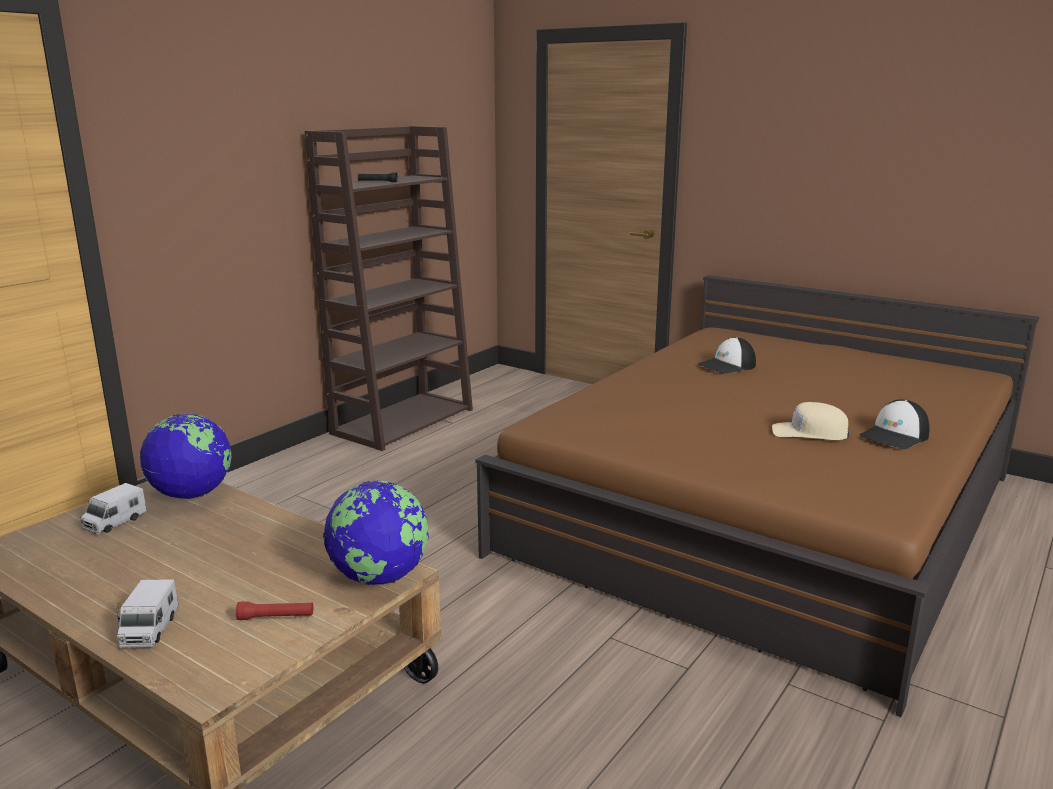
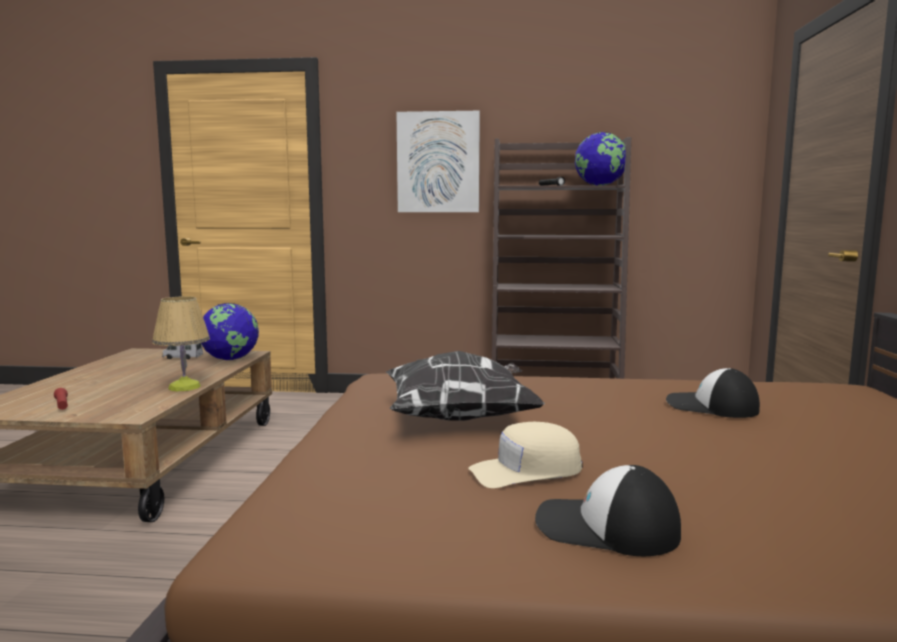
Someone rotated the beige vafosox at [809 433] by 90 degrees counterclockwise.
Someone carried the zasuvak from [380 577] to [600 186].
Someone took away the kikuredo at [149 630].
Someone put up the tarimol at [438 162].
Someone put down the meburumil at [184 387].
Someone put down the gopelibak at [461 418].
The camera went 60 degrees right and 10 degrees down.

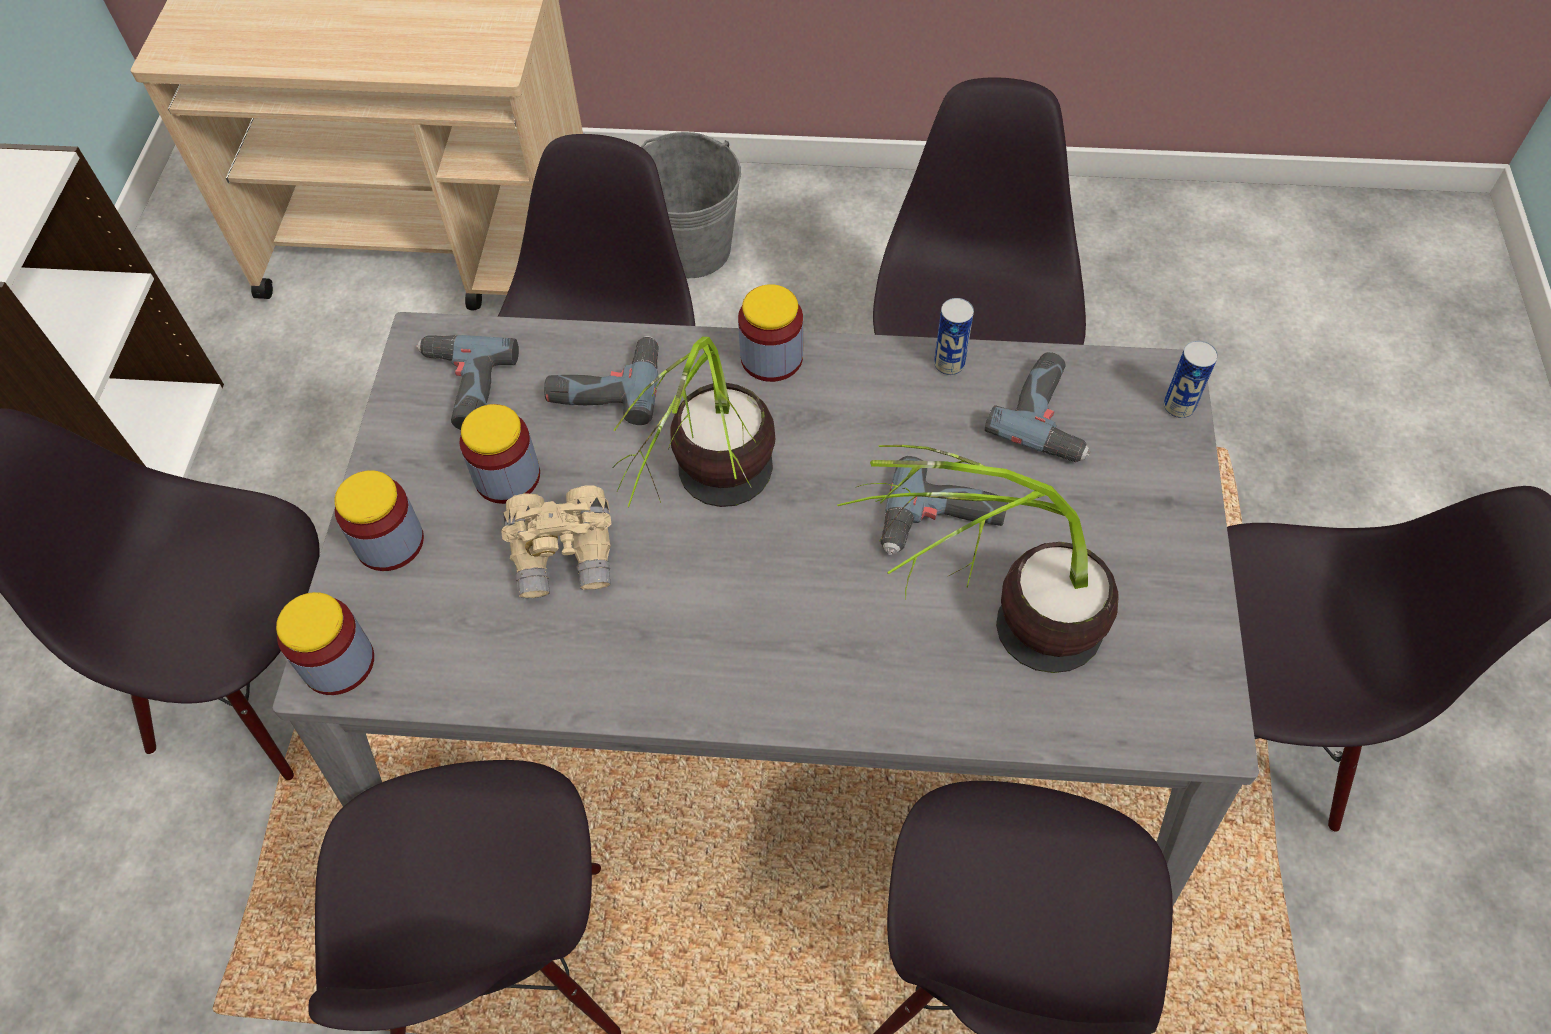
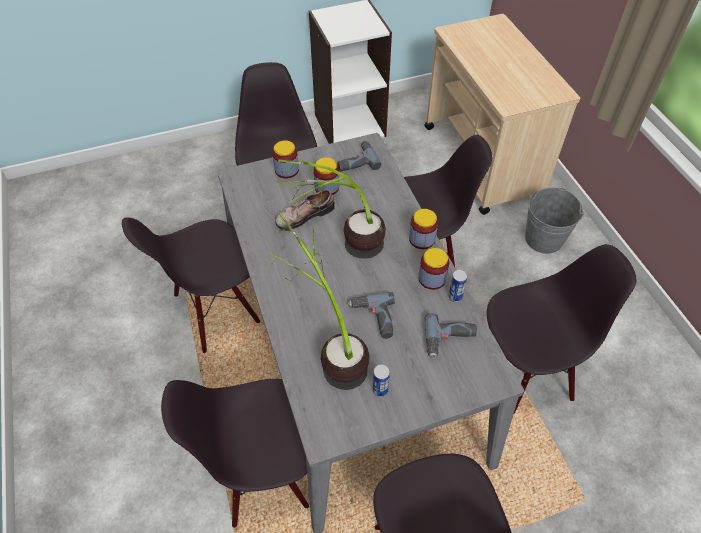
Someone took away the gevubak at [606 384].
Someone carried the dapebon from [1178 406] to [380 390].
Someone swapped the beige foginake at [565 555] for the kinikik at [304 214].
Someone carried the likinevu from [338 662] to [432 278].
The camera went 65 degrees right and 5 degrees down.

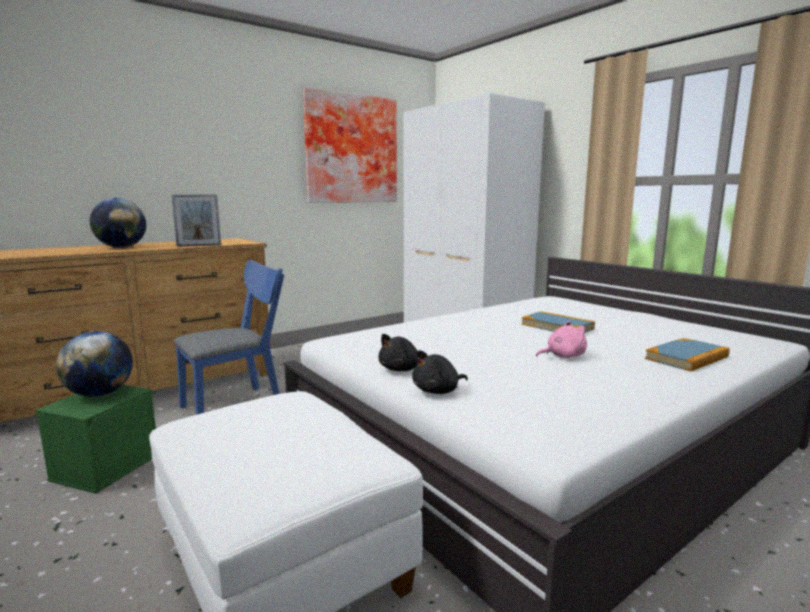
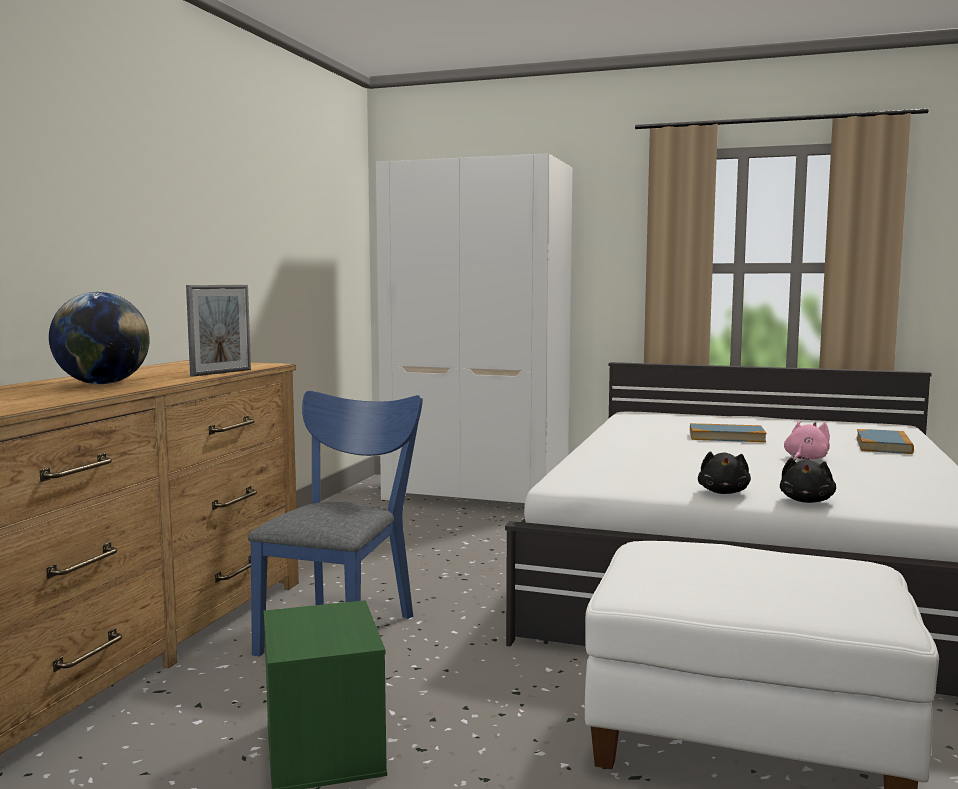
Someone took away the tarimol at [350 149].
Someone took away the zasuvak at [100 394].
The camera went 35 degrees left and 5 degrees down.

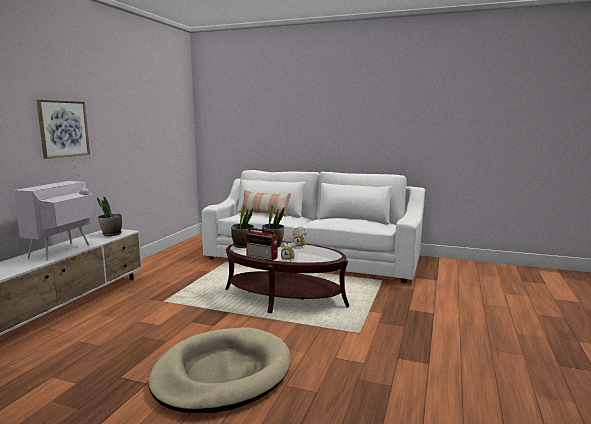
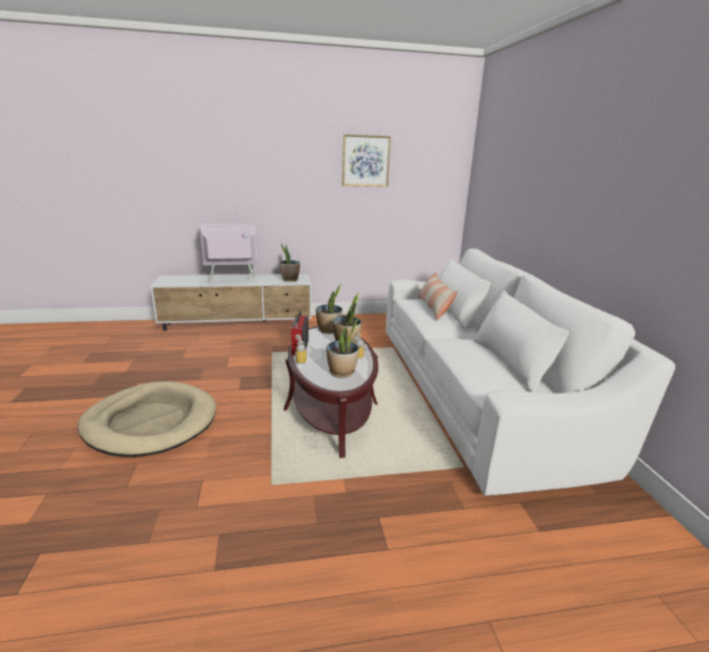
Someone carried the tarimol from [63 129] to [365 161].
Someone put down the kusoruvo at [342 372].
The camera went 60 degrees right and 10 degrees up.

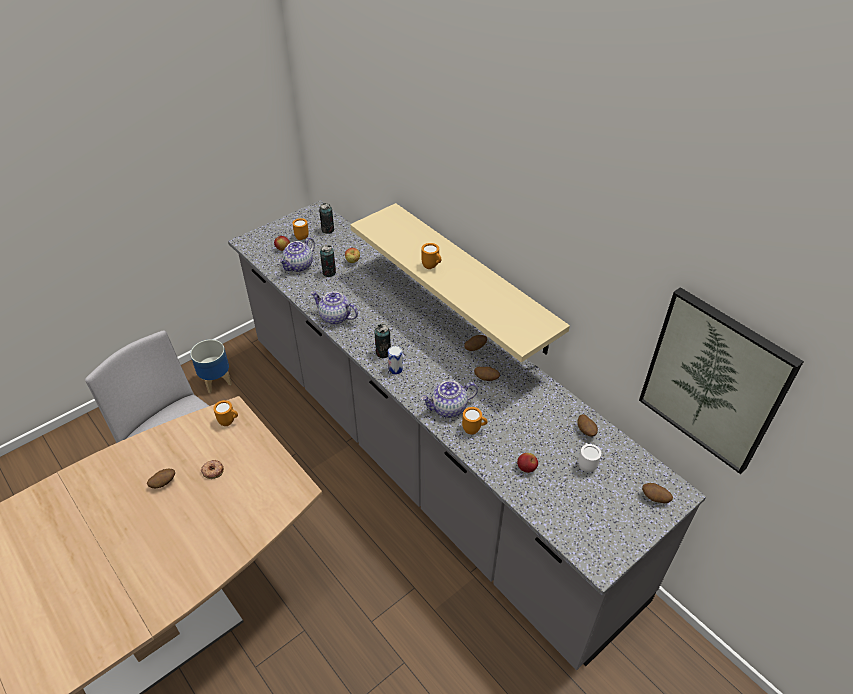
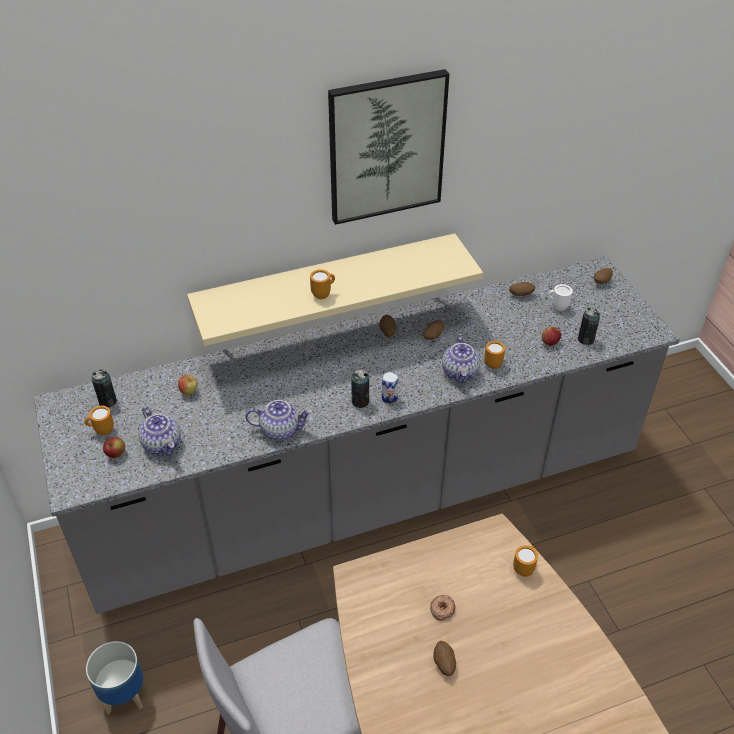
Someone carried the dapebon from [329 273] to [585 339].
Someone carried the tarimol from [714 380] to [386 147].
Someone rotated the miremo at [335 317] by 135 degrees counterclockwise.
Someone carried the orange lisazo from [229 422] to [524 568].
The camera went 70 degrees left and 0 degrees up.

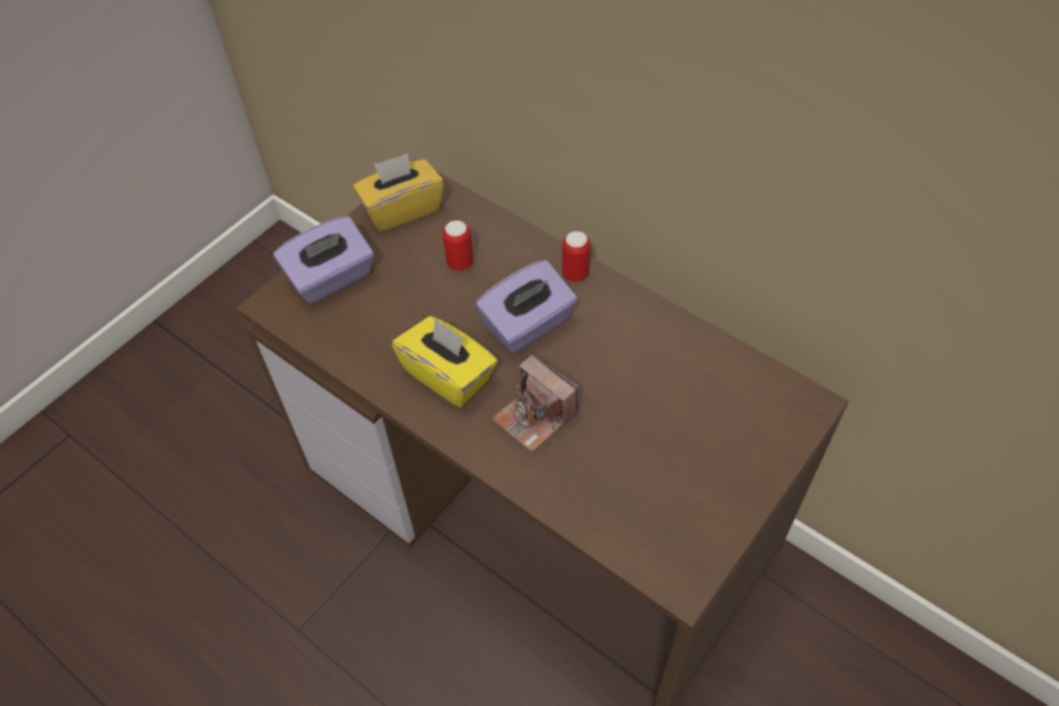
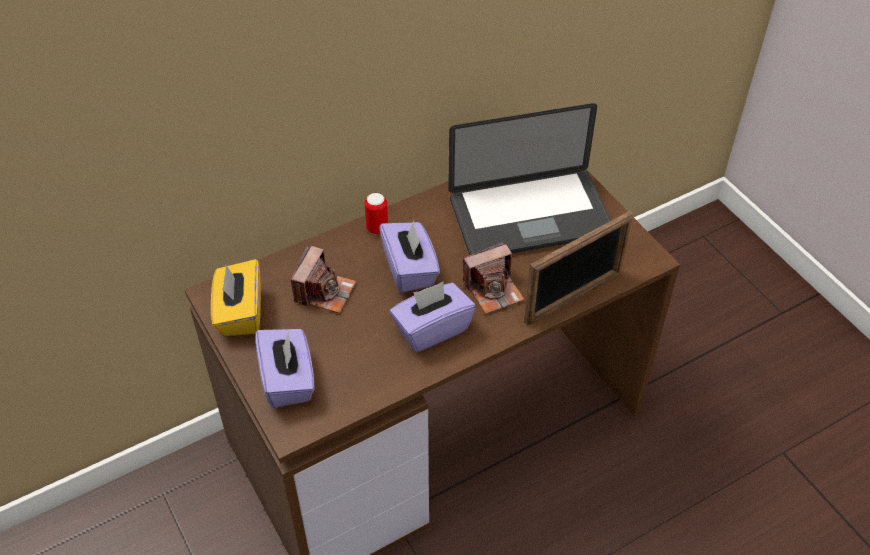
Someone swapped the dapebon at [460 263] for the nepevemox at [324 292].
Someone repainted the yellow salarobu at [448 375], which became the purple salarobu at [432 329].
Someone put down the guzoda at [530 216].
Someone put down the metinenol at [573 297].
The camera went 70 degrees left and 5 degrees down.

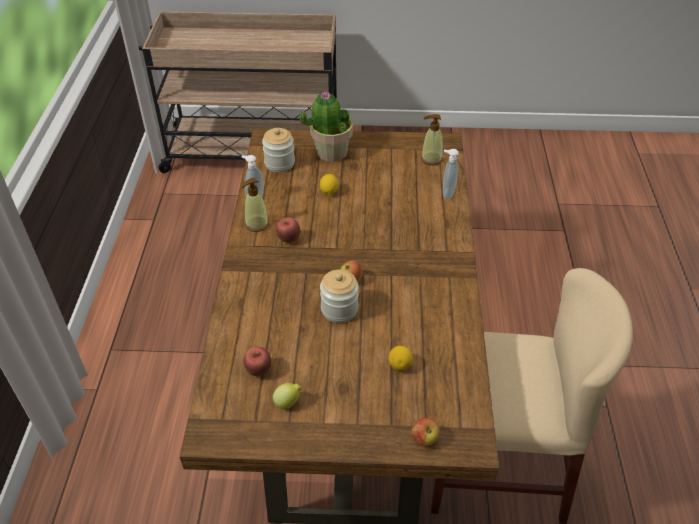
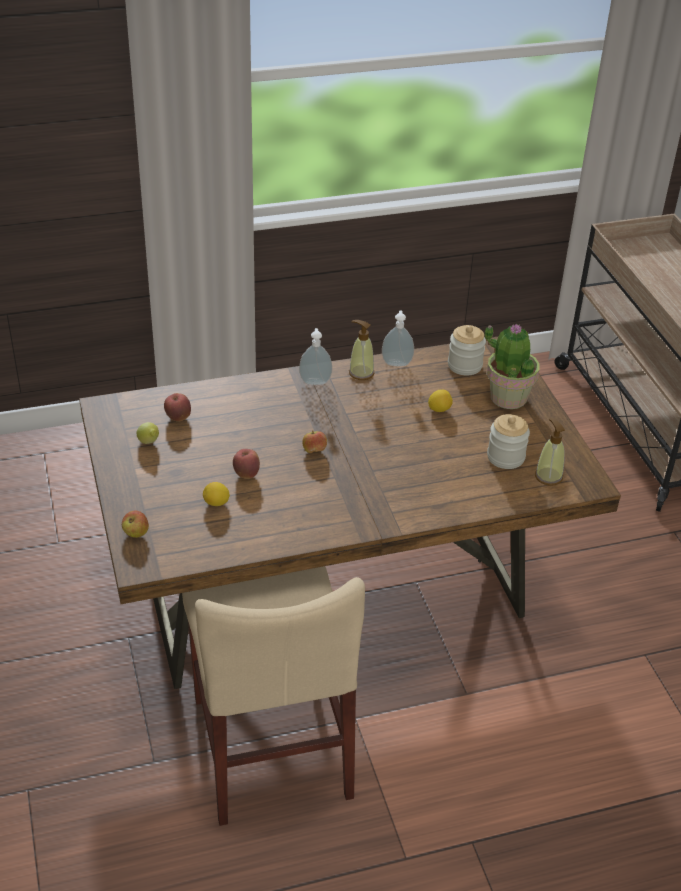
Someone carried the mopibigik from [447 193] to [315 381].
Someone carried the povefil from [289 239] to [246 474].
Someone carried the likinevu from [339 309] to [505 457].
The camera went 70 degrees right and 5 degrees down.

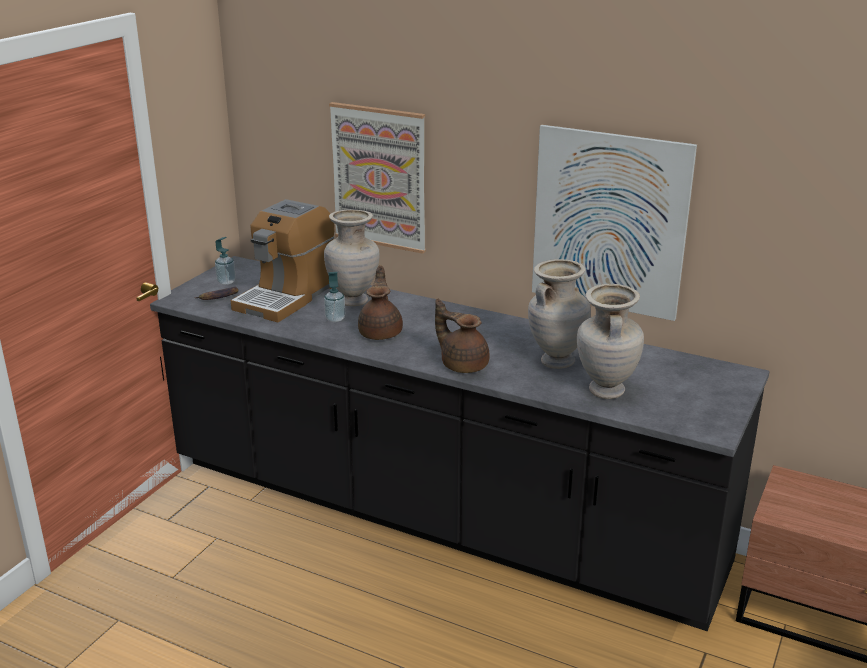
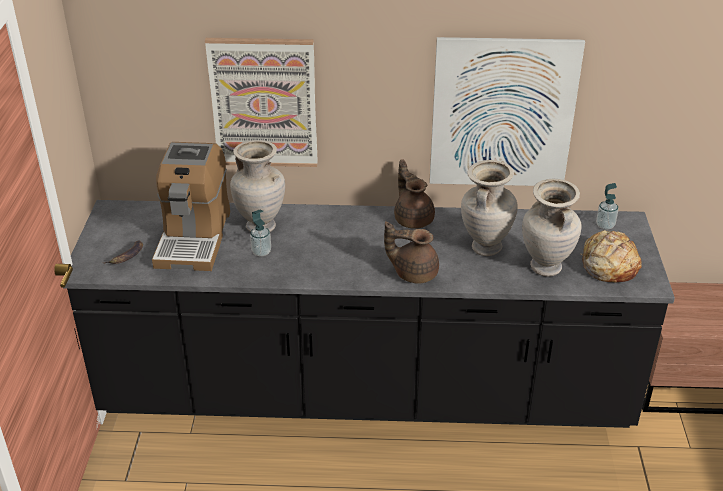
Someone carried the mopibigik from [226 282] to [605 225].
Someone carried the brown miremo from [381 332] to [413 219].
Someone put down the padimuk at [608 265].
The camera went 25 degrees left and 10 degrees up.

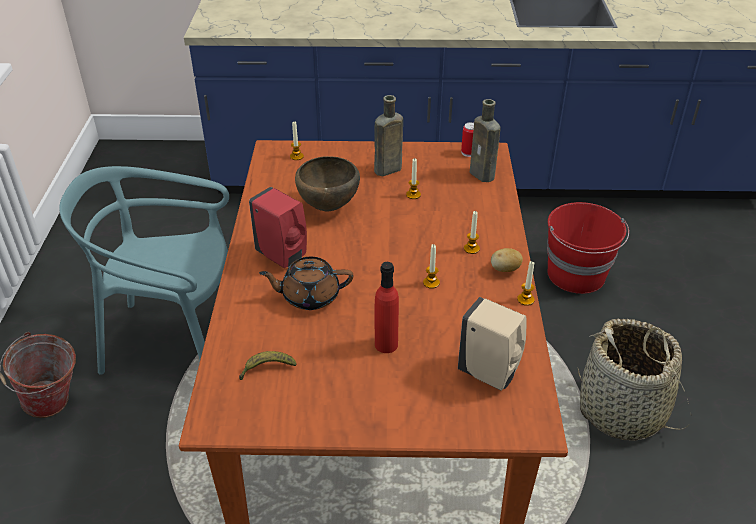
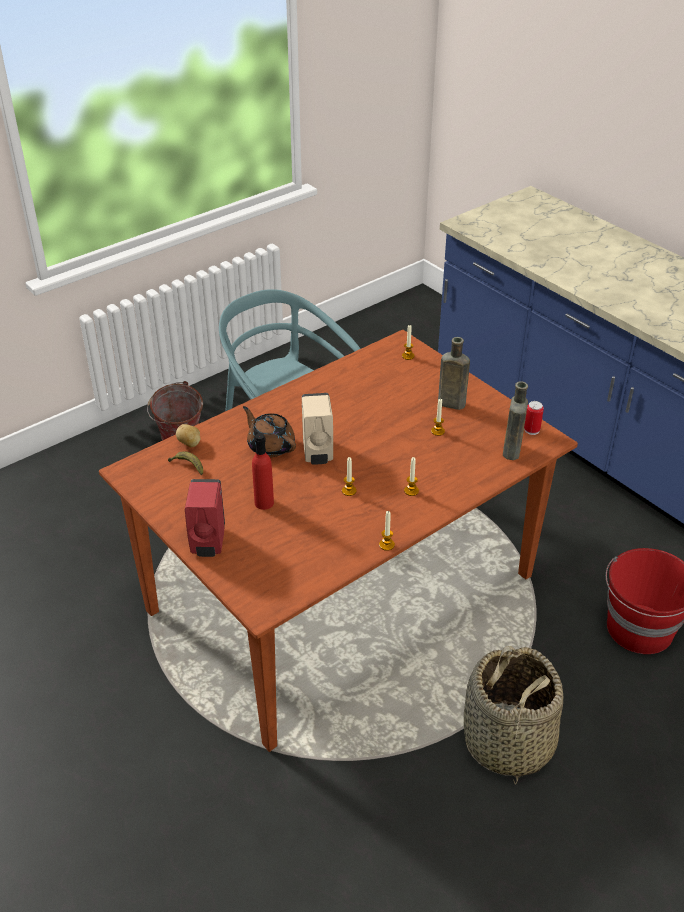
Someone took away the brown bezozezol at [328 207].
Someone carried the red mopibigik from [283 256] to [208 544].
Someone carried the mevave from [505 269] to [190 444].
Someone carried the beige mopibigik from [490 374] to [318 453].
The camera went 50 degrees right and 0 degrees up.

